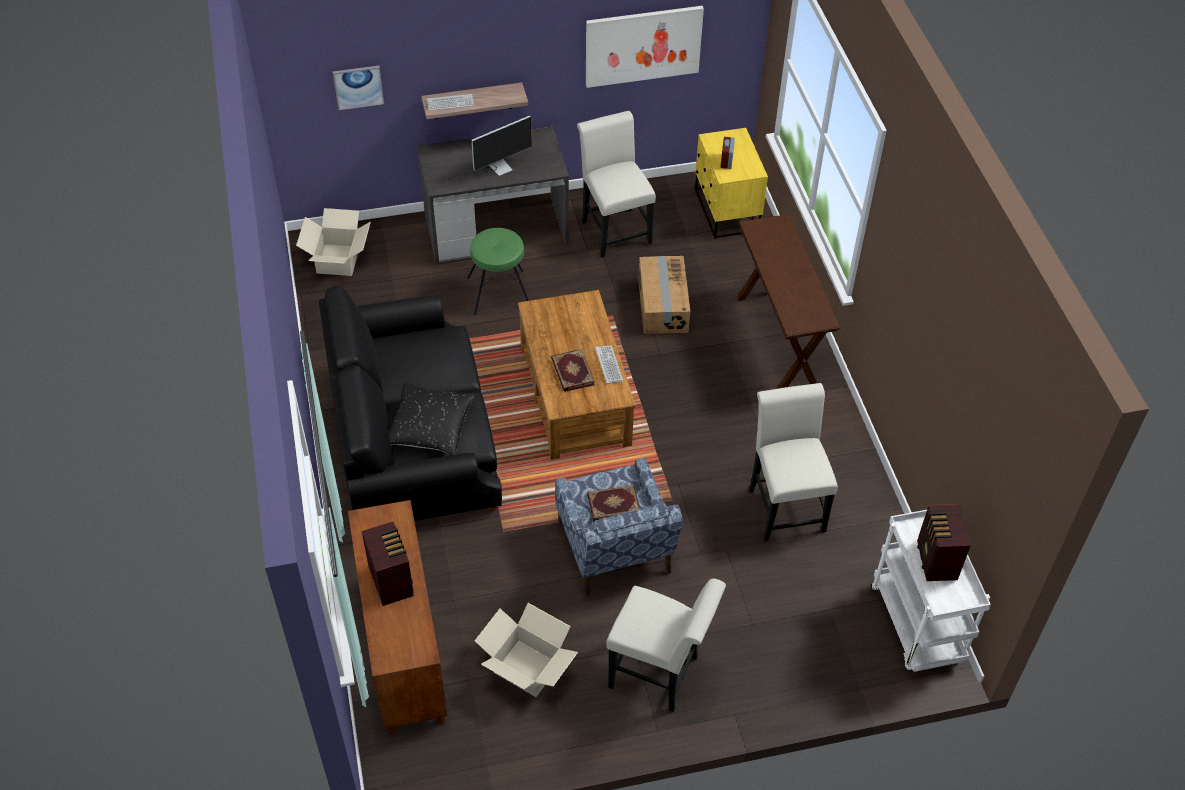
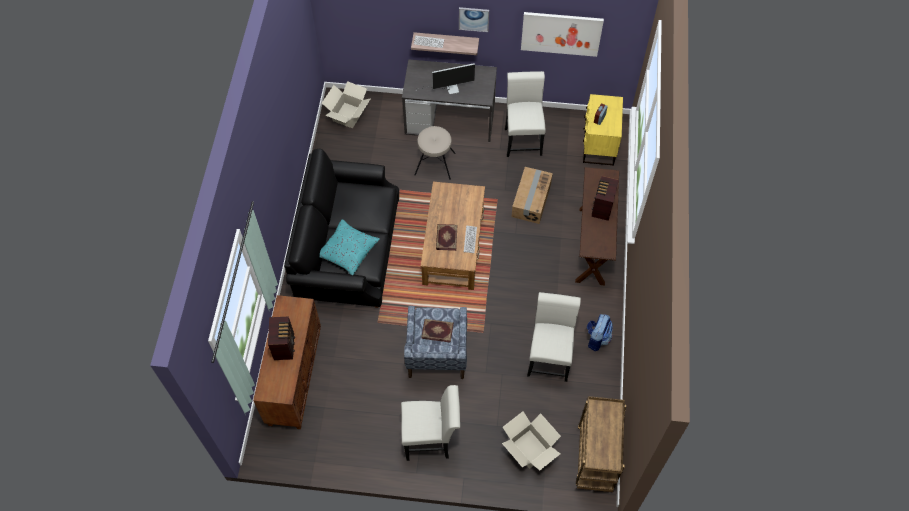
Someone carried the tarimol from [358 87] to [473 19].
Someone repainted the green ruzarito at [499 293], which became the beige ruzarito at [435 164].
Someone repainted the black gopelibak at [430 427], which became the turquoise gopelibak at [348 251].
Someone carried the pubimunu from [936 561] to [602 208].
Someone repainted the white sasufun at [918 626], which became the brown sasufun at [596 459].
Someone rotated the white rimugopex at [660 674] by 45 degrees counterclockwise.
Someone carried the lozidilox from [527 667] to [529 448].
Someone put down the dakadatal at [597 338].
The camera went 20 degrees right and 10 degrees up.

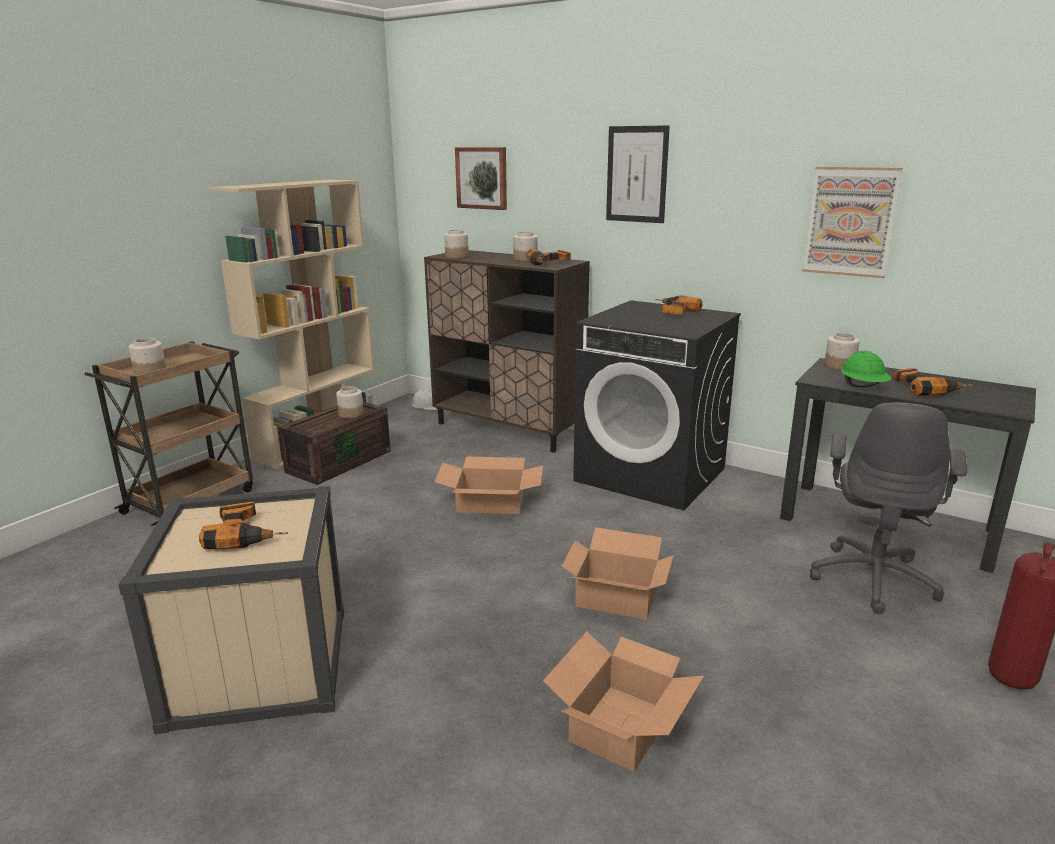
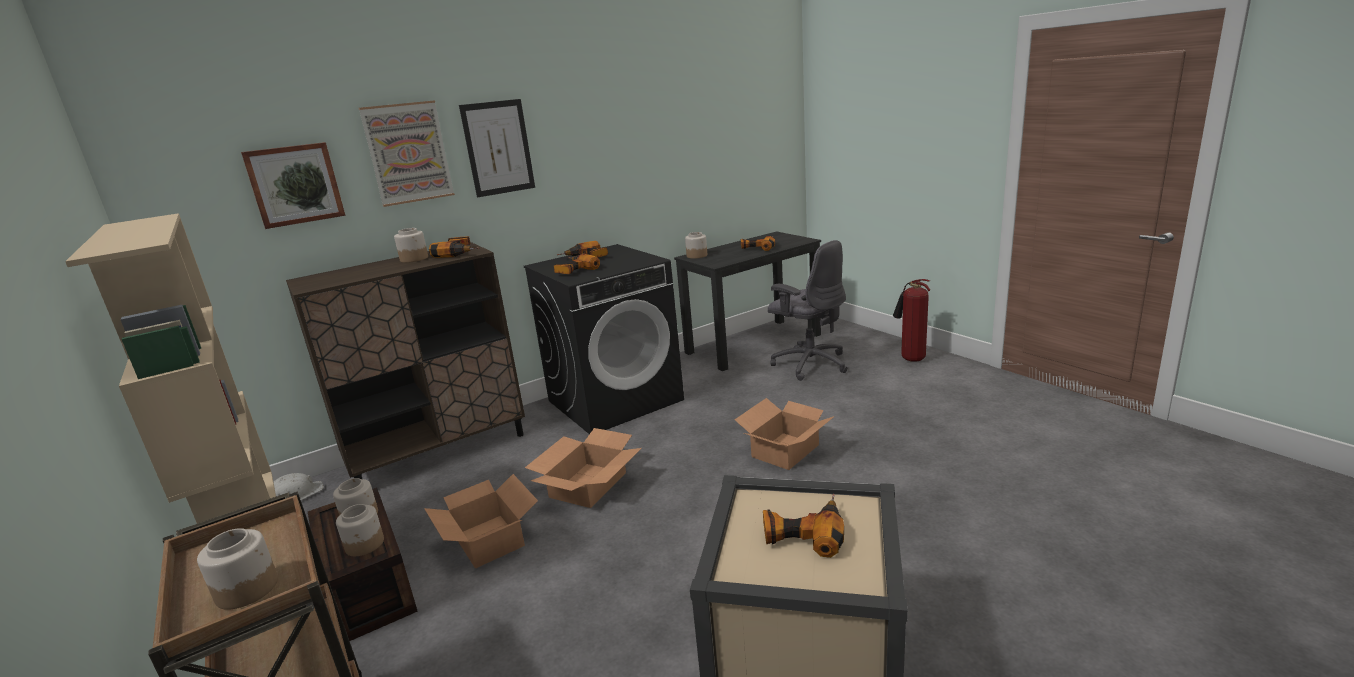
Someone carried the tarimol from [850 221] to [408 153].
Someone carried the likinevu from [456 256] to [365 544].
Someone took away the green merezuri at [863 387].
Someone carried the lozidilox from [619 727] to [488 541].
Someone put down the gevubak at [574 270].
The camera went 65 degrees left and 0 degrees up.

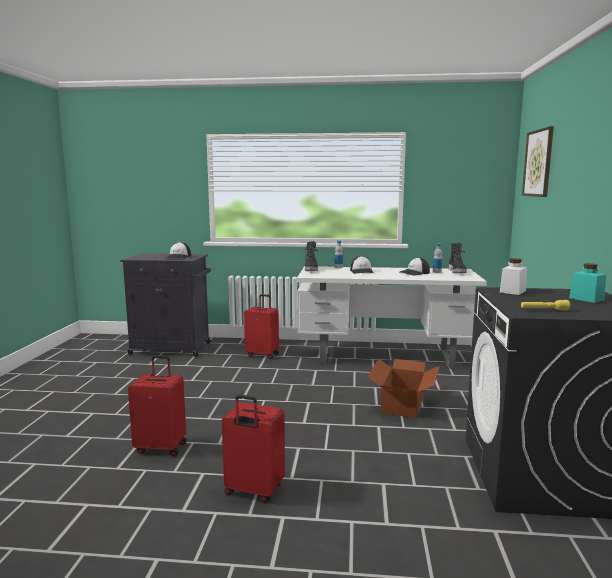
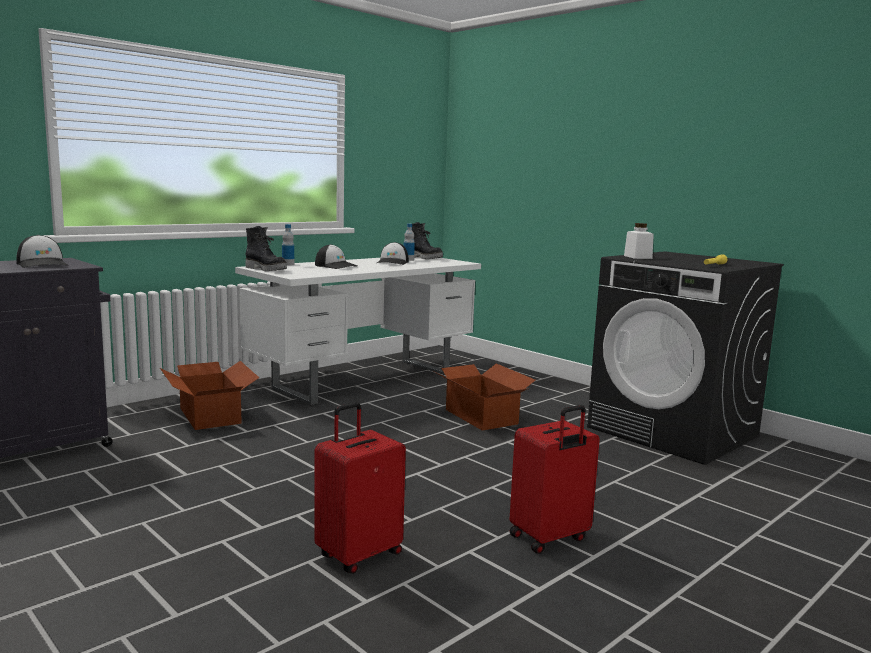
Someone took away the tarimol at [538 163].
Someone took away the turquoise likinevu at [586 299].
Someone swapped the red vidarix at [263 354] for the lozidilox at [211 415].
The camera went 50 degrees left and 0 degrees up.

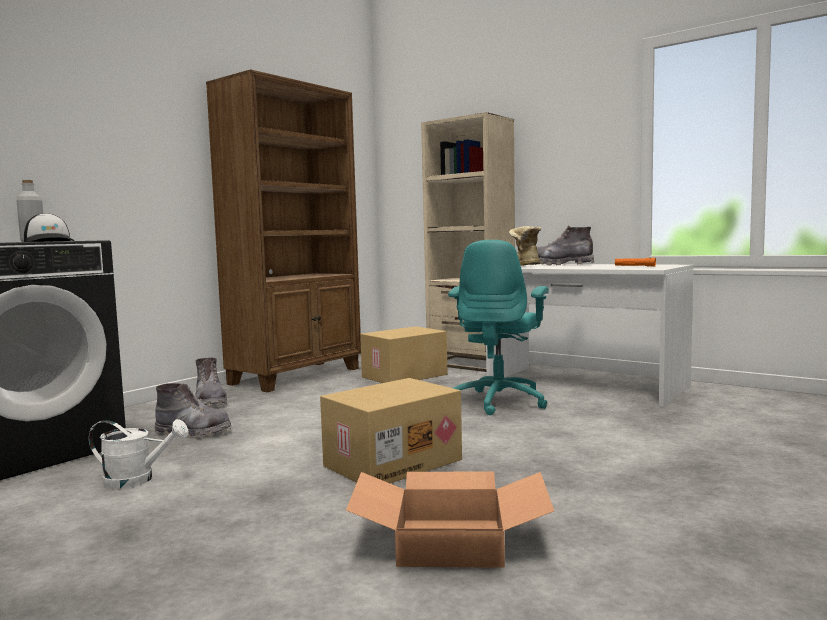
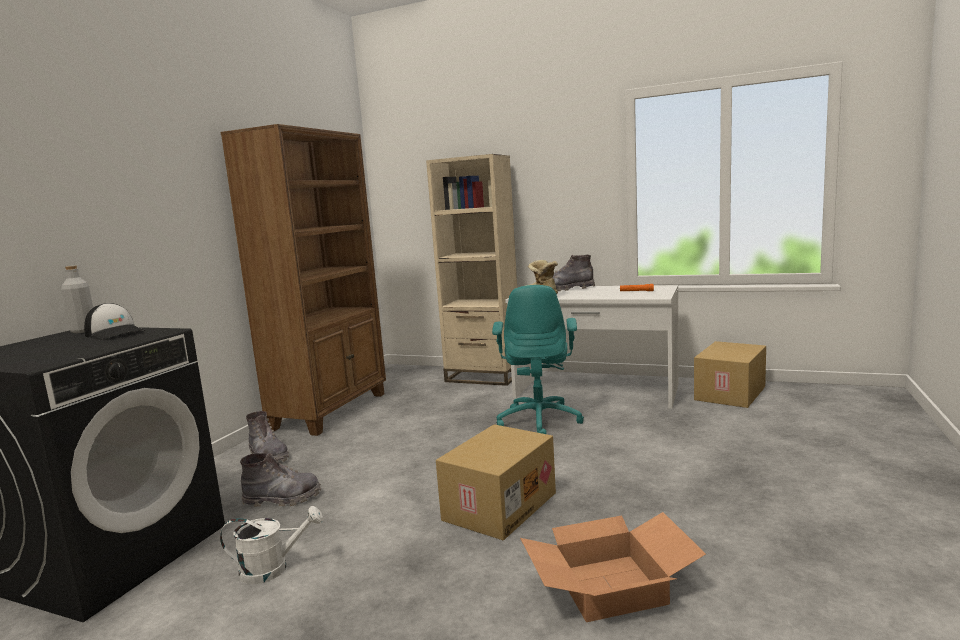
Someone carried the lozidilox from [405 376] to [731 393].
The camera went 15 degrees left and 5 degrees up.

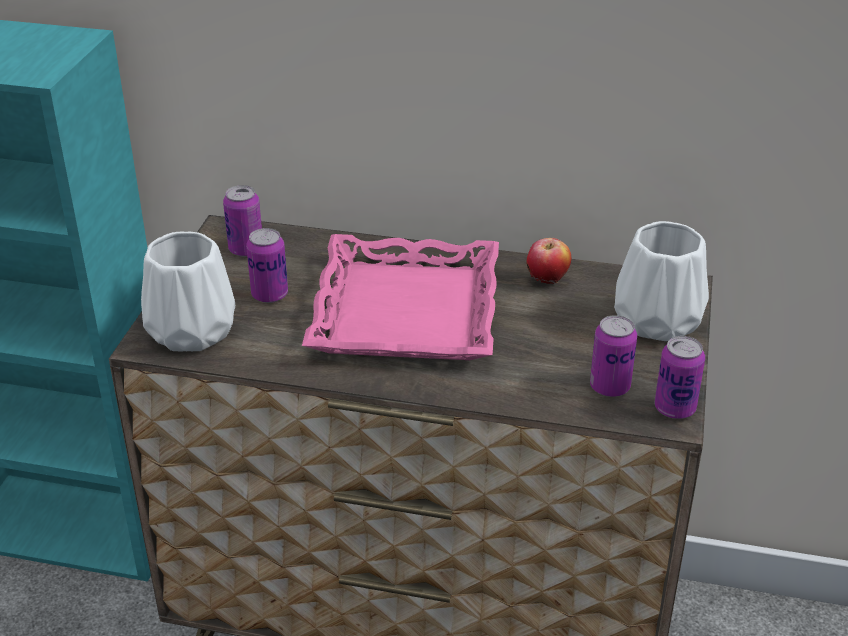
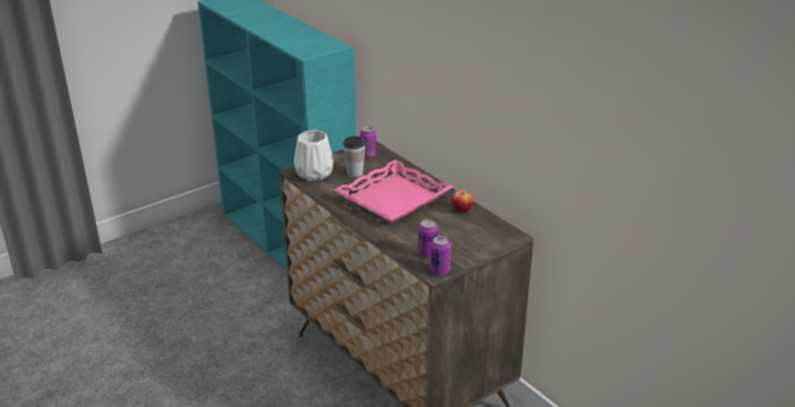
Someone took away the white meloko at [655 321].
Someone swapped the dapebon at [269 295] for the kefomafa at [355 173].
The camera went 40 degrees right and 5 degrees down.

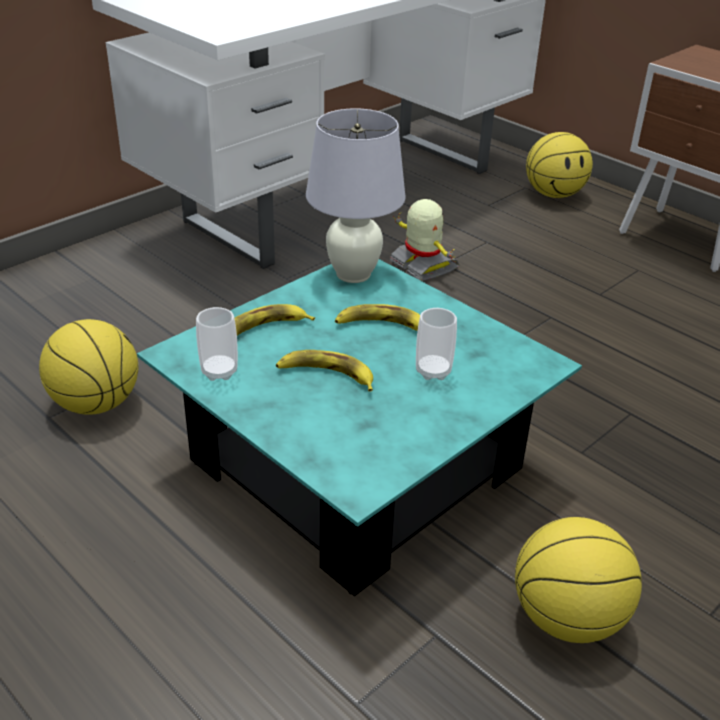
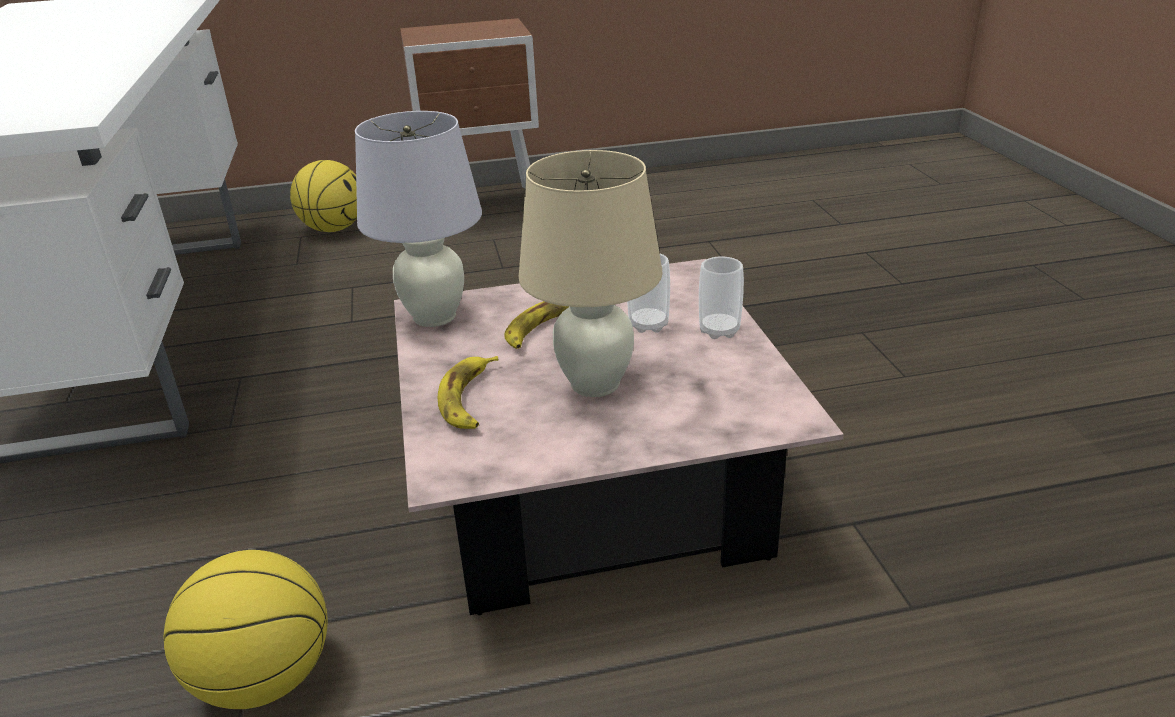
Someone took away the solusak at [422 266].
Someone repainted the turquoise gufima at [356 465], which became the pink gufima at [593 489].
Someone carried the kefomafa from [219 371] to [719 331].
Someone swapped the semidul at [326 375] for the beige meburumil at [596 383].
Someone took away the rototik at [566 618].
The camera went 55 degrees left and 5 degrees down.

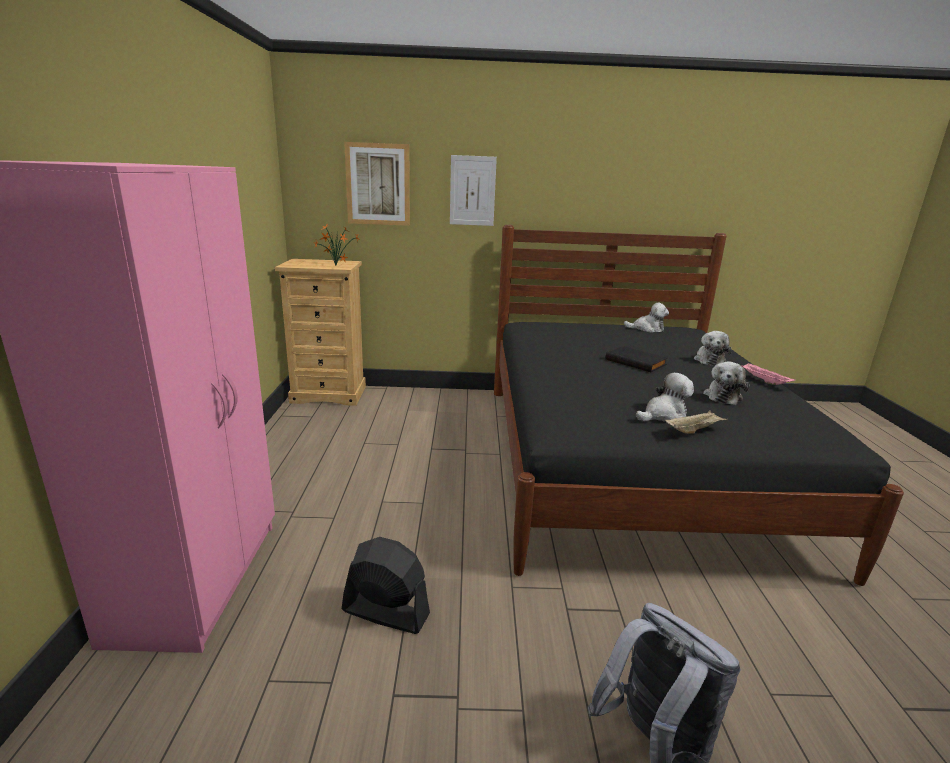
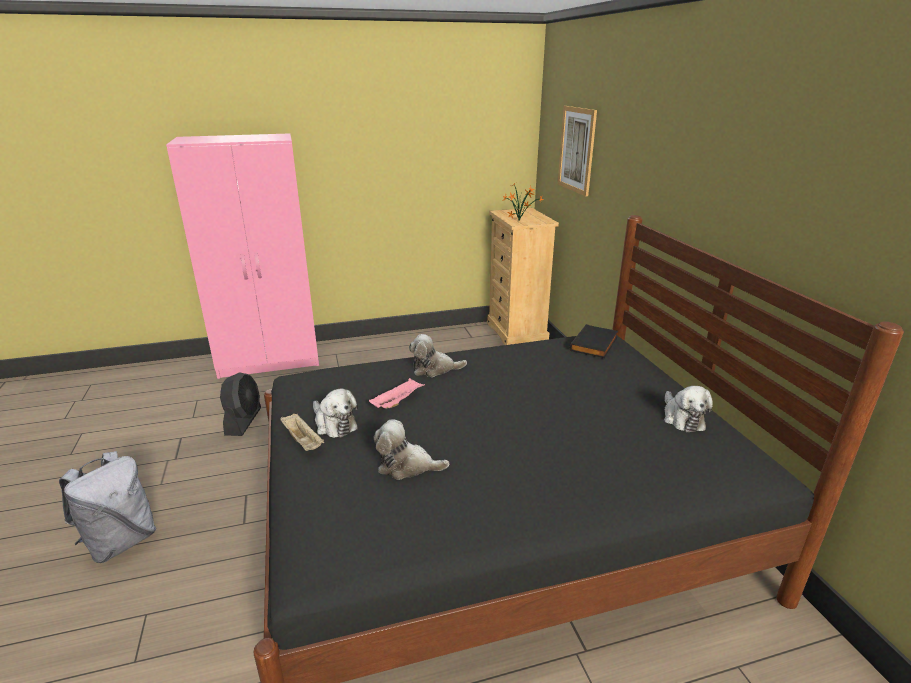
Someone took away the tarimol at [472 191].
Someone carried the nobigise from [709 360] to [434 369].
Someone carried the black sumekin from [636 362] to [595 344].
Someone carried the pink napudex from [763 381] to [397 401].
The camera went 75 degrees right and 5 degrees up.

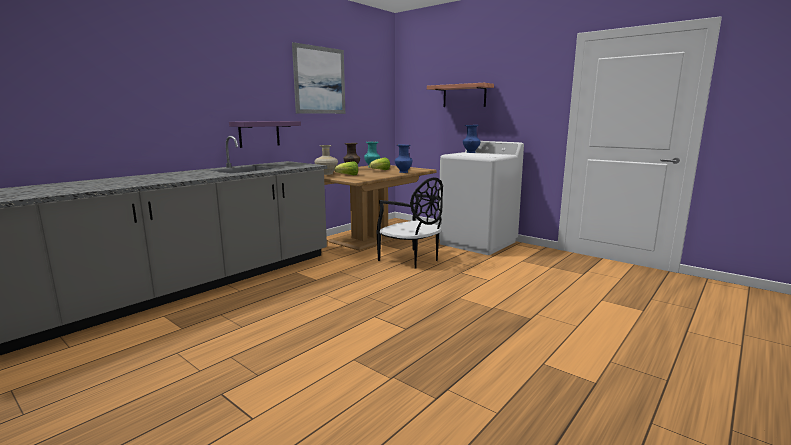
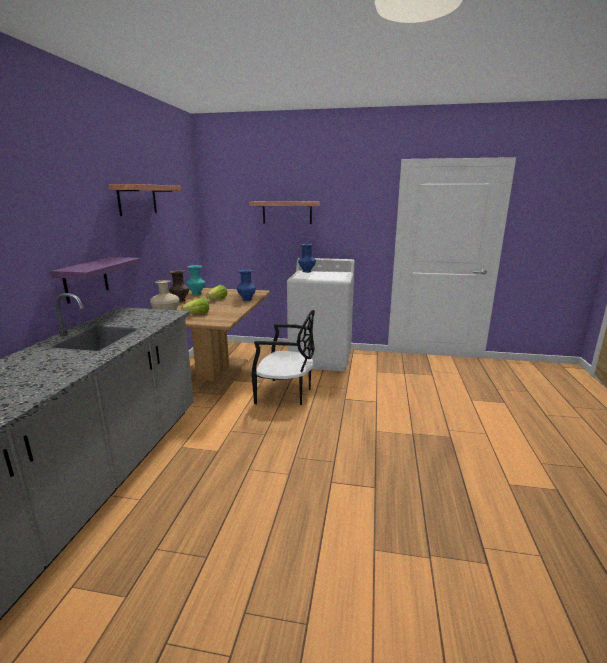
Someone swapped the tarimol at [319 80] for the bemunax at [137 199].
The camera went 30 degrees left and 5 degrees up.

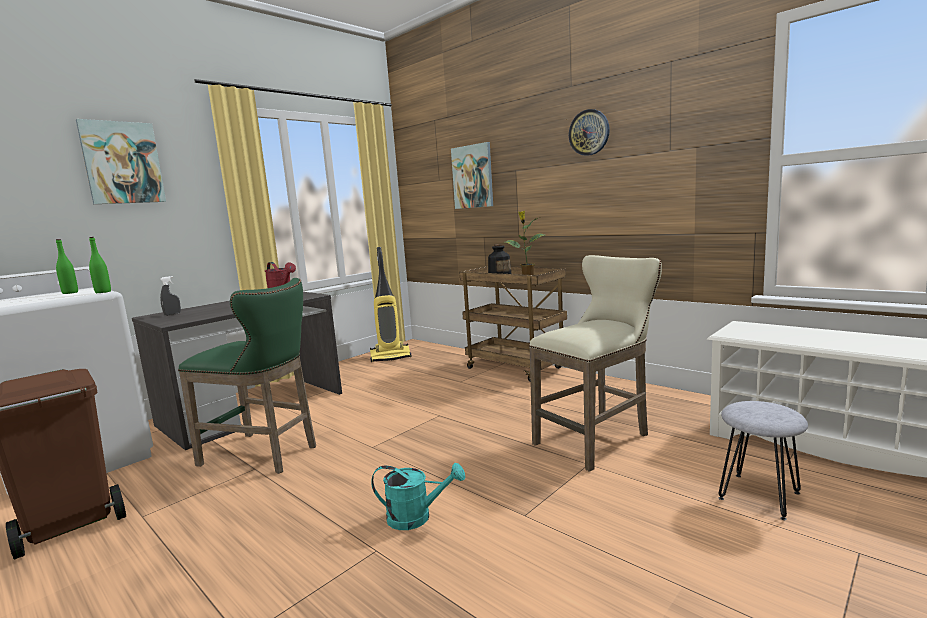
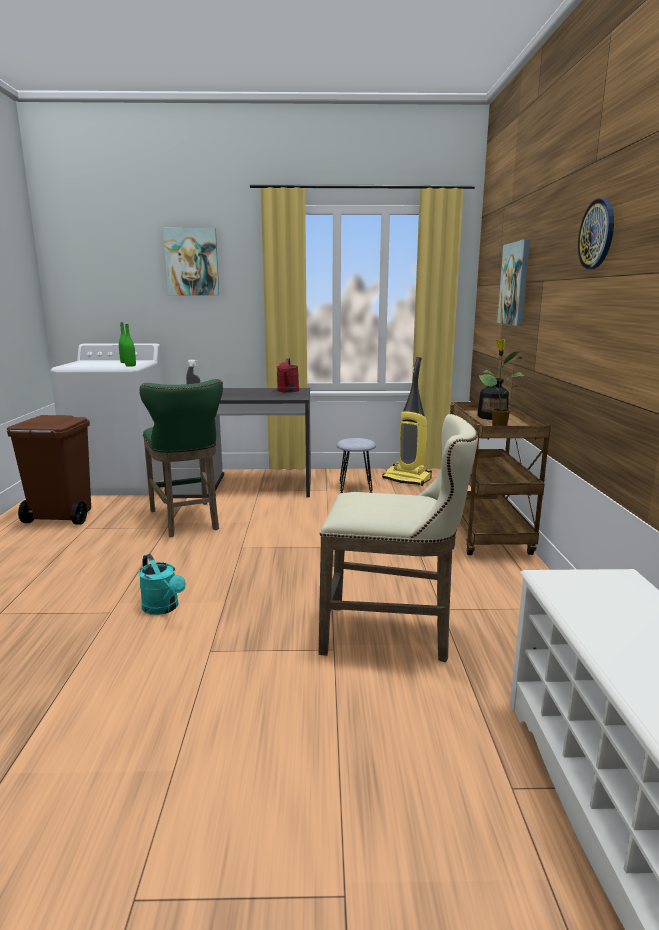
Someone carried the grey ruzarito from [759 495] to [356 487].
The camera went 45 degrees right and 5 degrees up.

